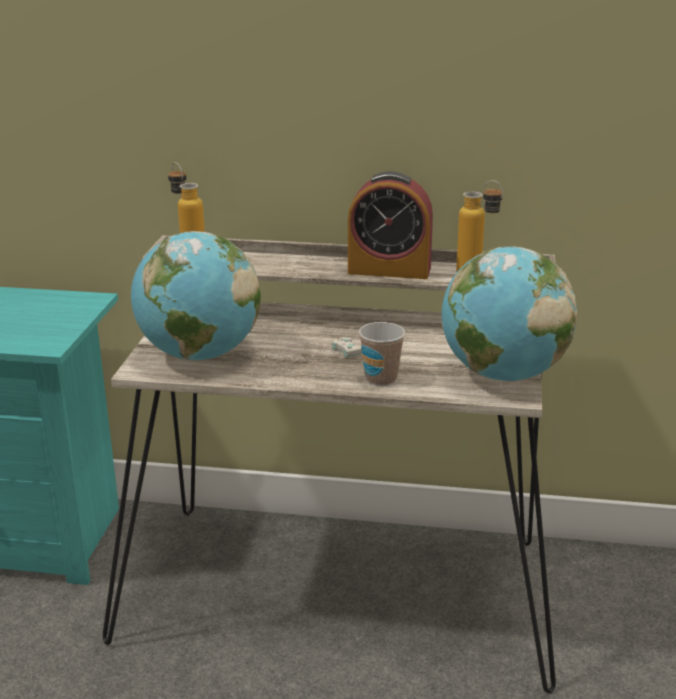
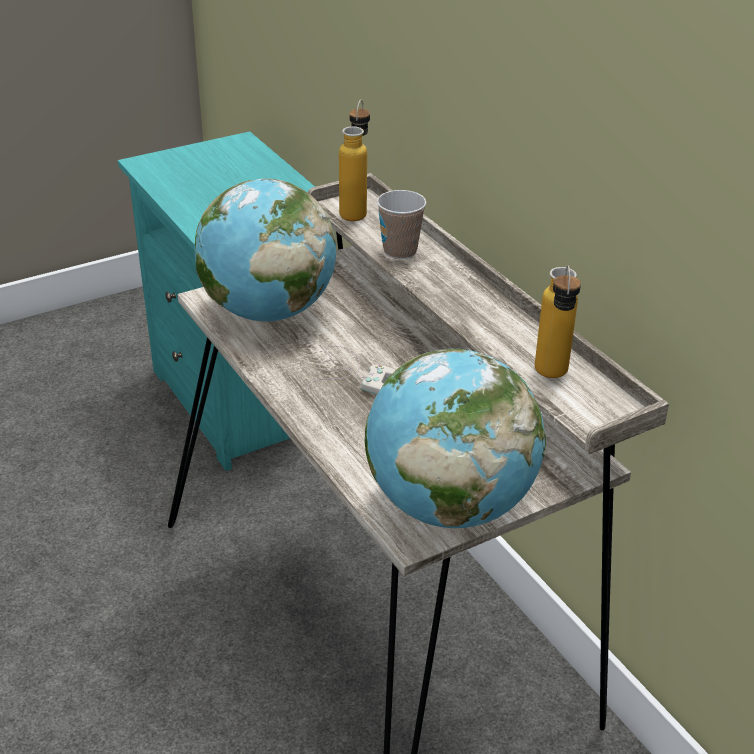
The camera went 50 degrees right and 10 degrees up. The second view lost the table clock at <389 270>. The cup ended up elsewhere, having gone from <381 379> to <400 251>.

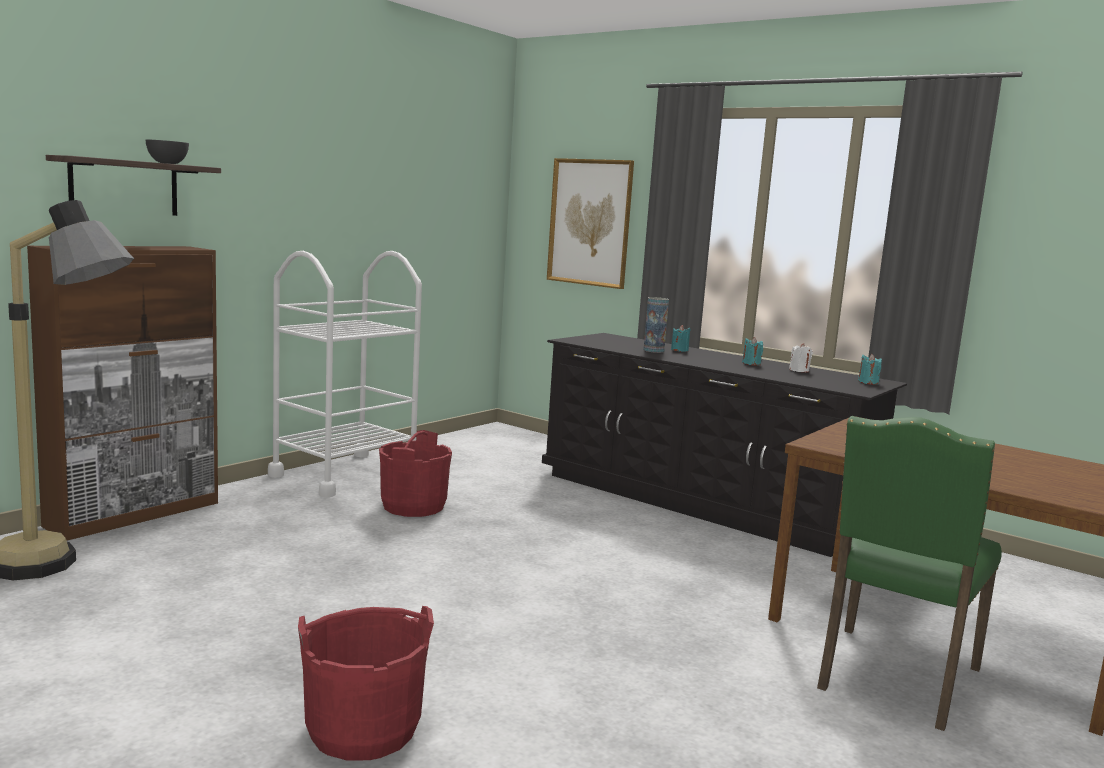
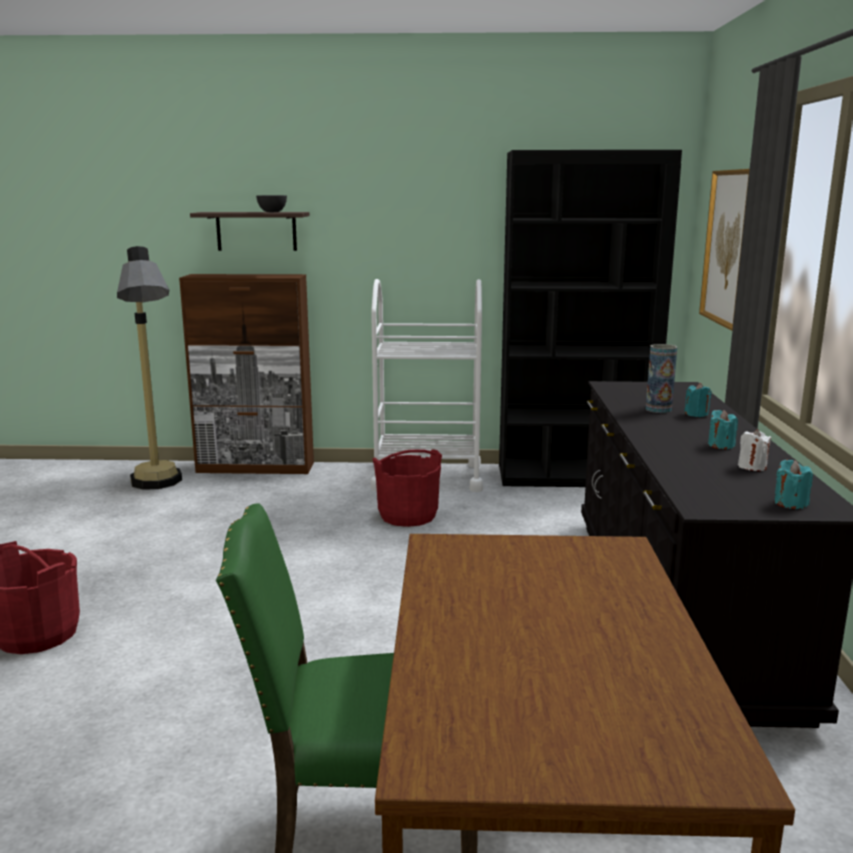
The camera went 55 degrees right and 5 degrees up. The second view gained the blackish bookcase at <574 476>.

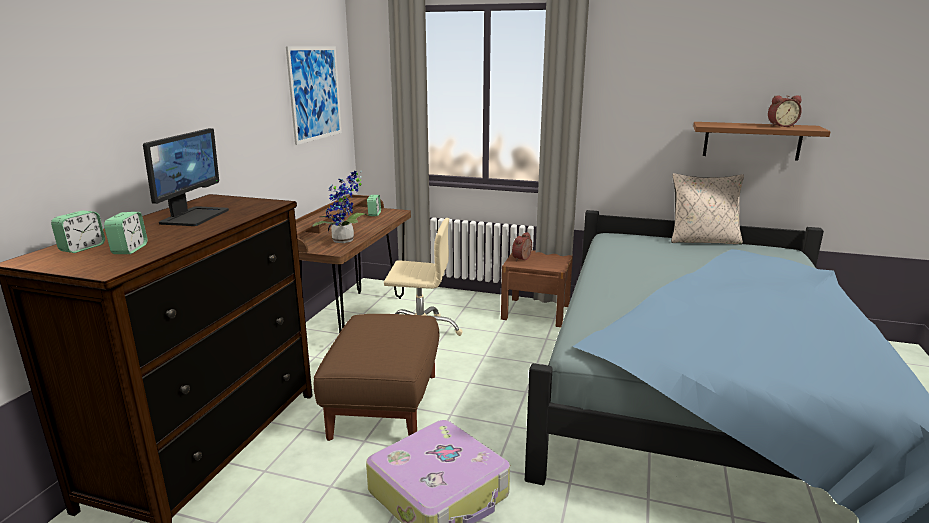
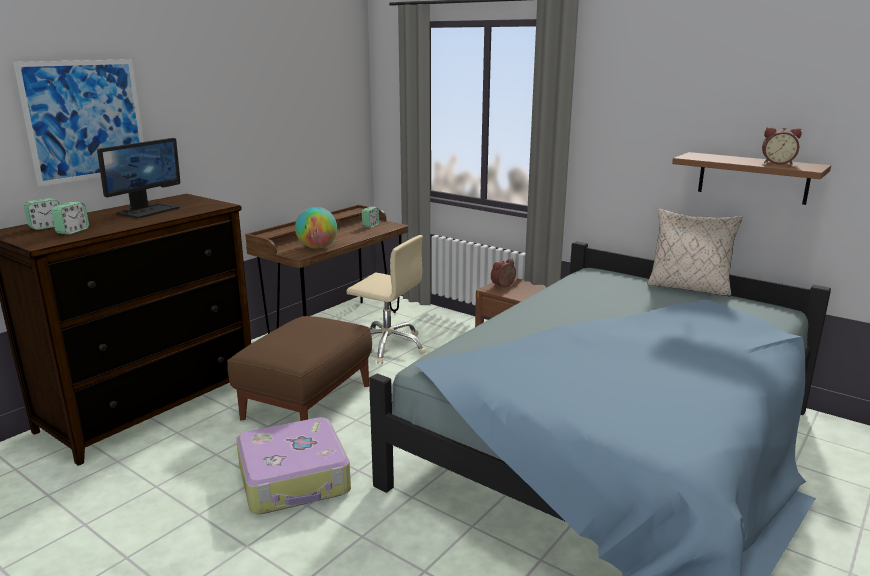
The camera went 20 degrees right and 0 degrees up. The wall picture ended up elsewhere, having gone from <315 93> to <85 120>. Where the houseplant stood at <345 241>, the world globe came to stand at <317 247>.

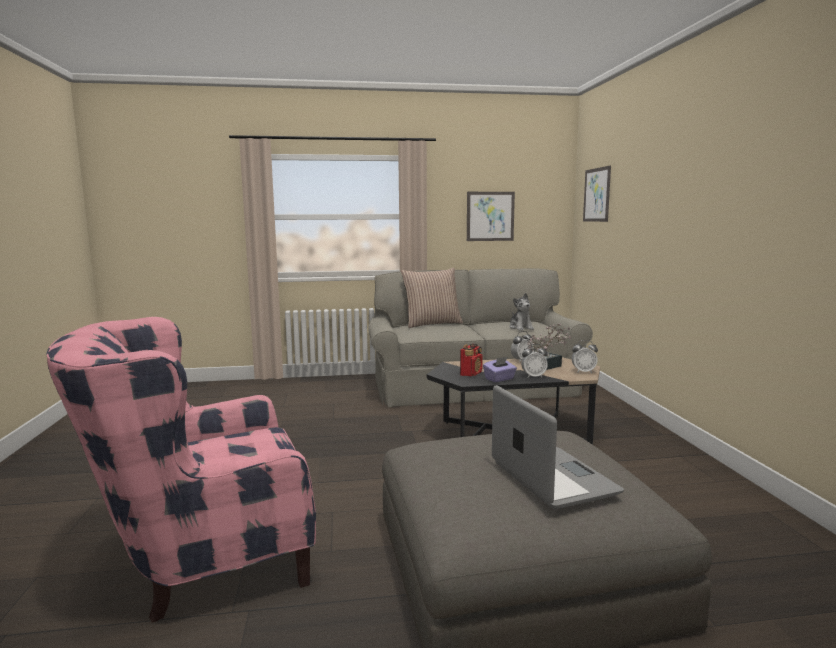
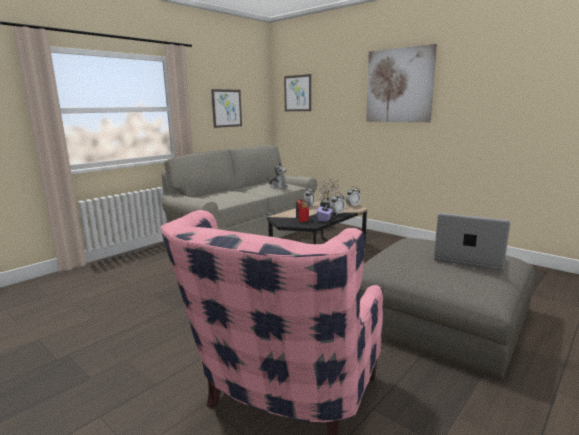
The camera went 40 degrees left and 5 degrees up. The second view lost the cushion at <432 324>. The second view gained the wall picture at <399 85>.

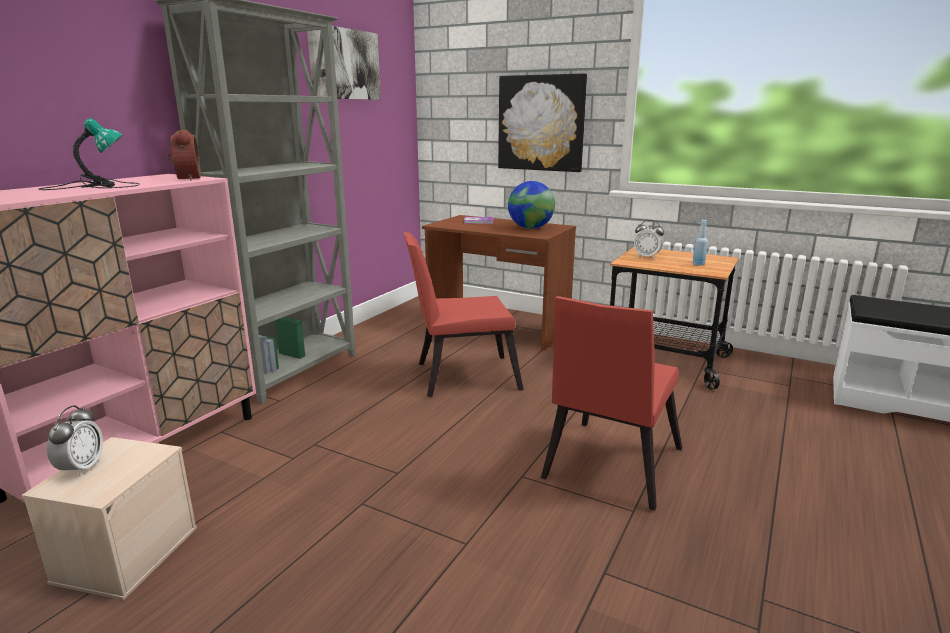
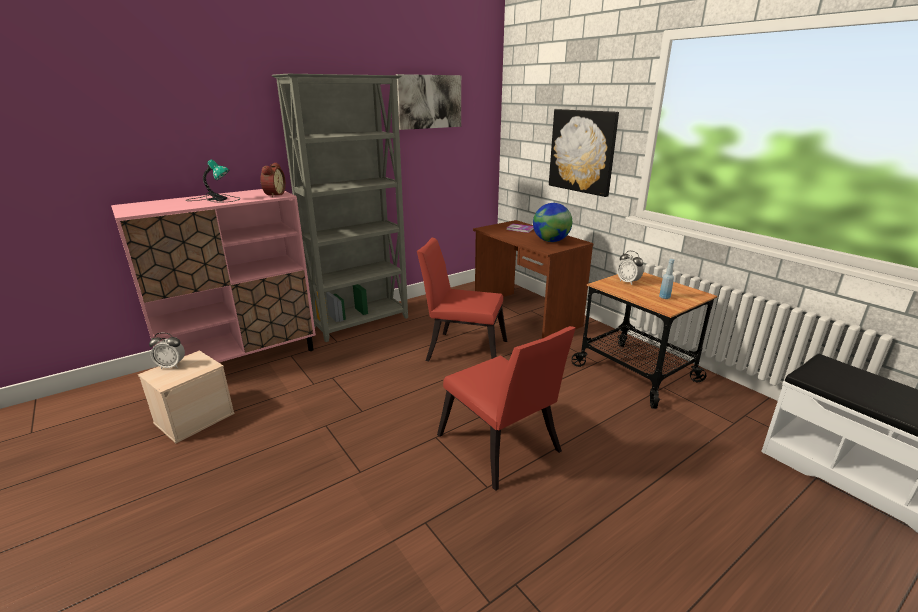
The camera went 25 degrees right and 5 degrees up. The red-coloured chair at <608 467> ended up facing another way, 90 degrees counterclockwise from before. The table clock at <81 468> ended up facing another way, 60 degrees clockwise from before.

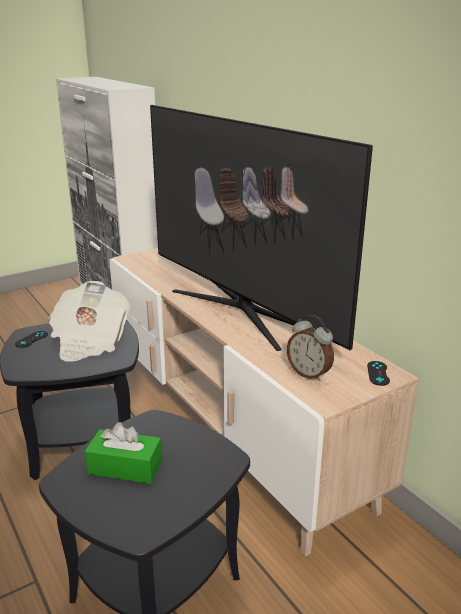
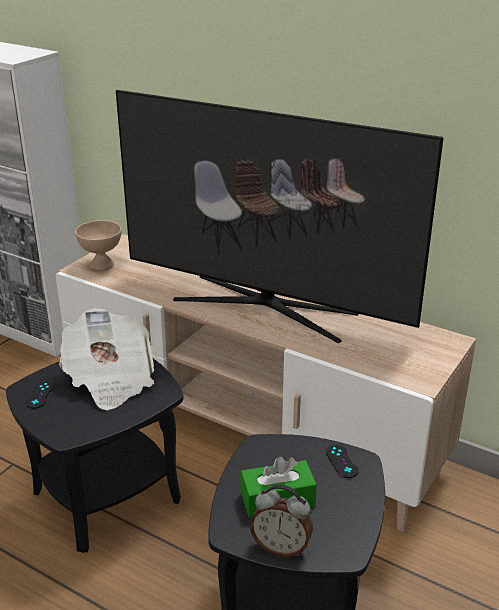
The camera went 25 degrees left and 5 degrees up. The table clock ended up elsewhere, having gone from <309 373> to <281 547>. The blackish game controller ended up elsewhere, having gone from <378 373> to <341 461>. The second view gained the beige-coloured serving bowl at <101 265>.

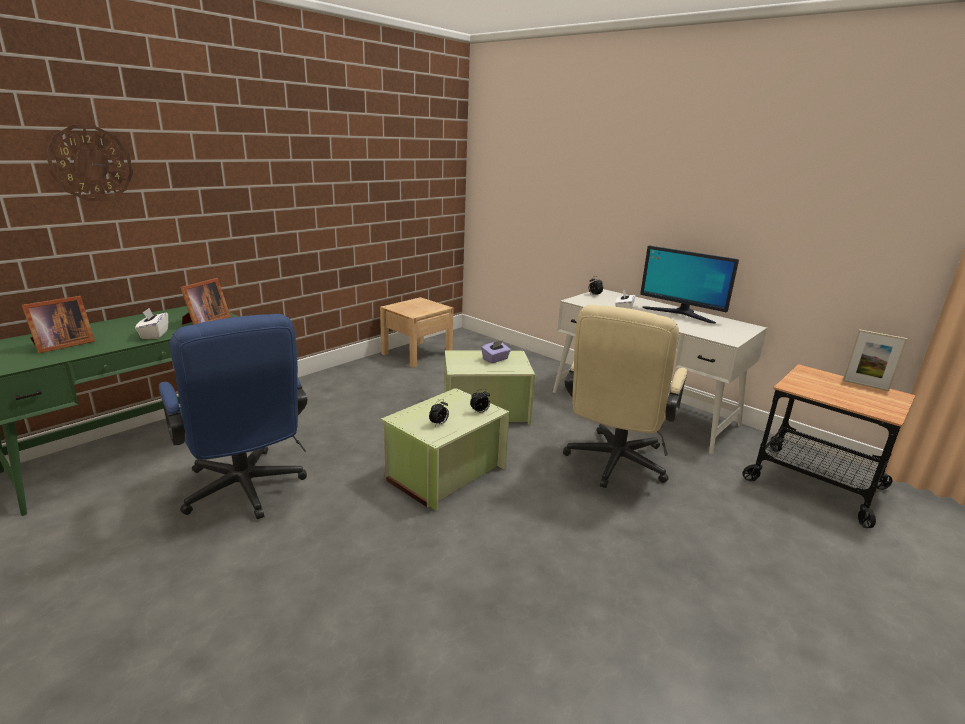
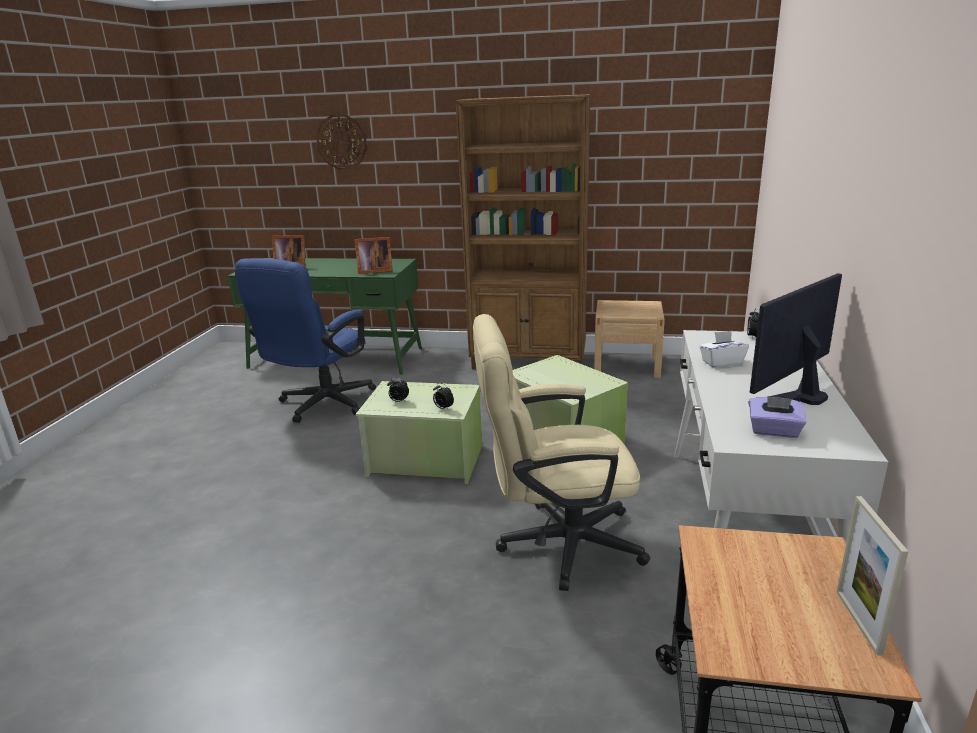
The camera went 60 degrees right and 0 degrees up. The computer display at <680 314> ended up facing another way, 45 degrees clockwise from before. The second view lost the white box of tissues at <154 334>. The purple box of tissues ended up elsewhere, having gone from <495 359> to <774 431>. The second view gained the brown bookcase at <529 361>.

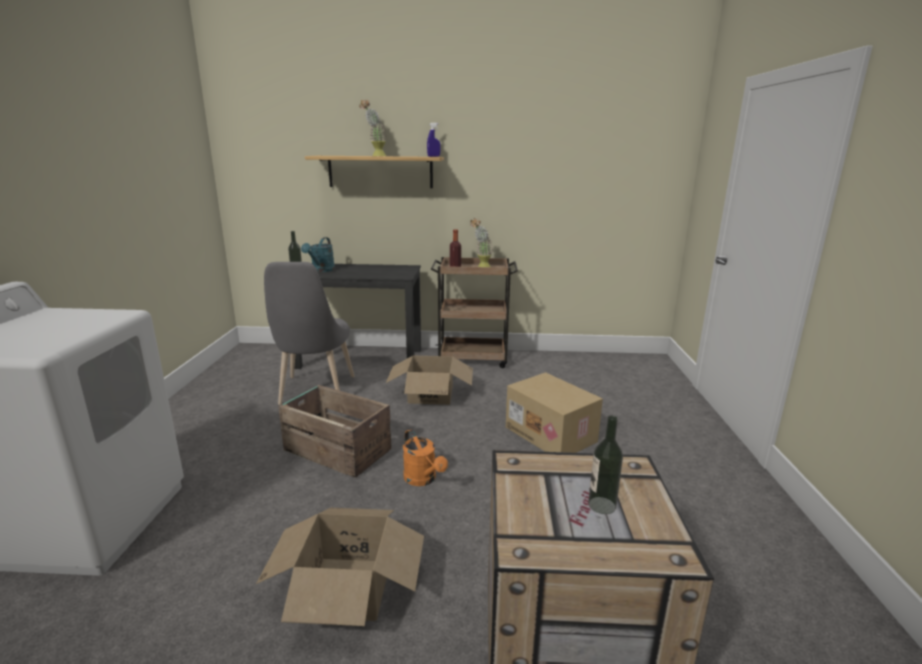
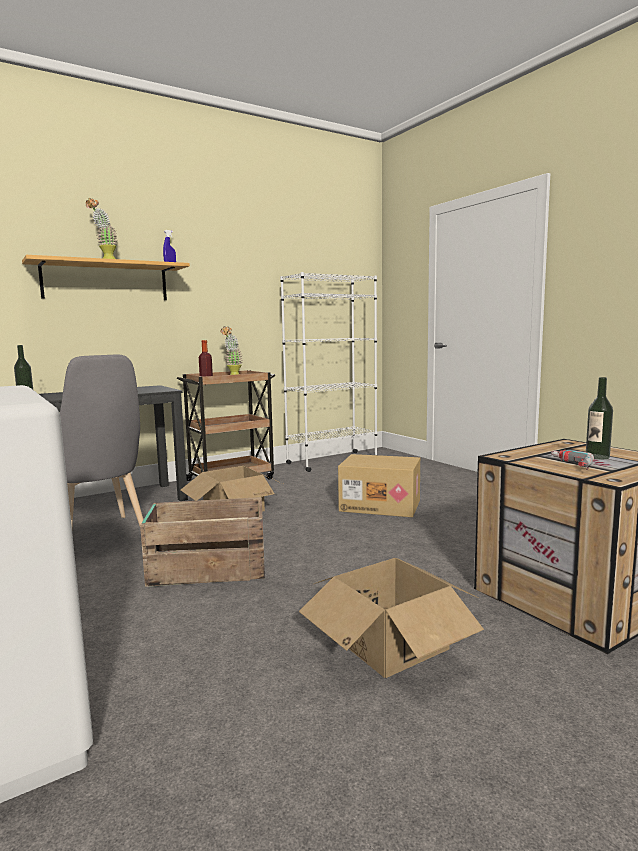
The camera went 35 degrees left and 10 degrees down. The second view lost the blue-green sprinkling can at <321 270>. The second view lost the orangey sprinkling can at <423 479>. The second view gained the white bookcase at <332 461>. The second view gained the drill at <568 465>.

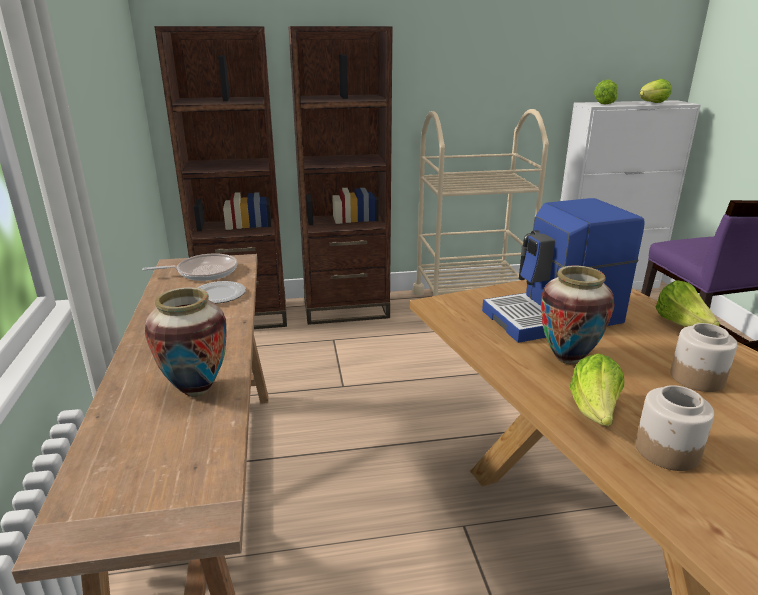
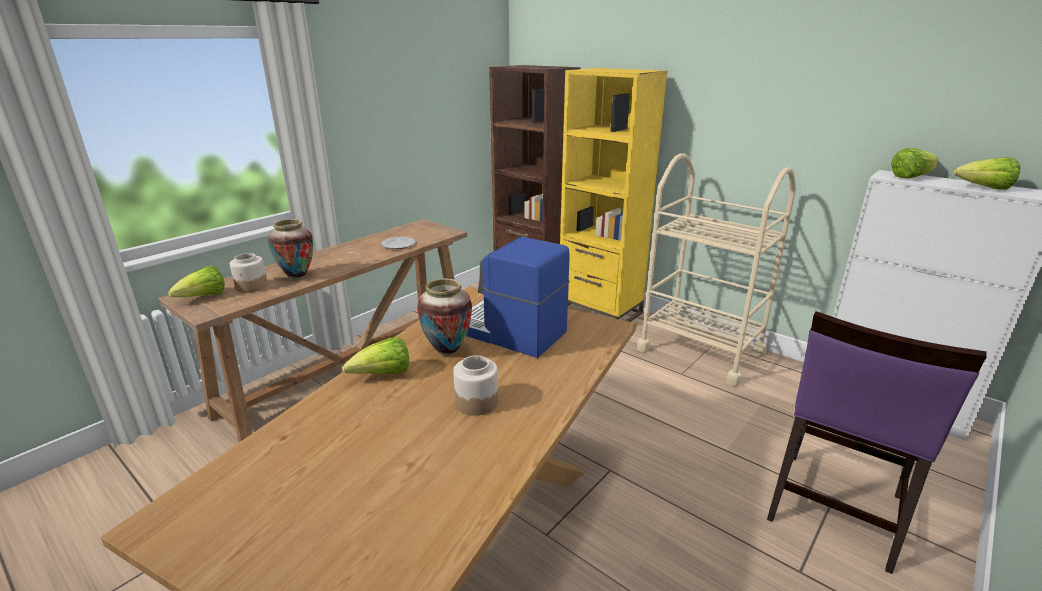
The camera went 50 degrees right and 0 degrees up. What was the brown bookcase at <346 309> turned into the yellowish bookcase at <599 311>. The second view lost the skillet at <203 272>. The lettuce ended up elsewhere, having gone from <682 325> to <204 297>. The preserve jar ended up elsewhere, having gone from <668 451> to <252 287>.

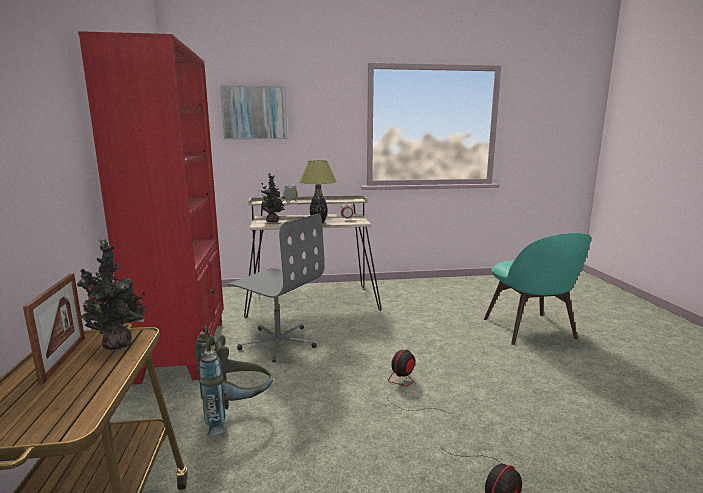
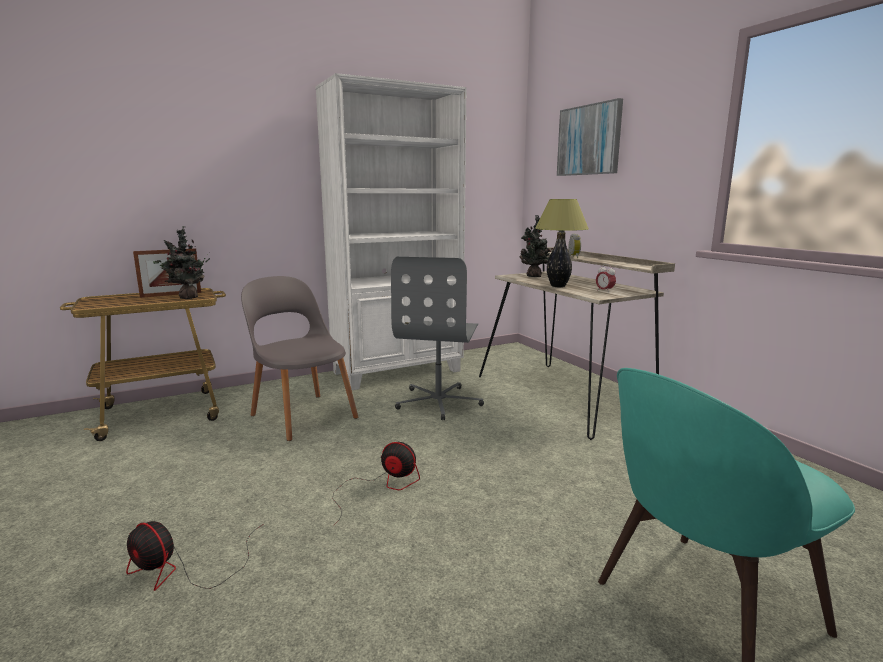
The camera went 70 degrees right and 0 degrees up. What was the red-coloured bookcase at <184 348> turned into the white bookcase at <398 372>. Where the greyish rucksack stood at <236 414>, the greyish chair came to stand at <302 415>.

